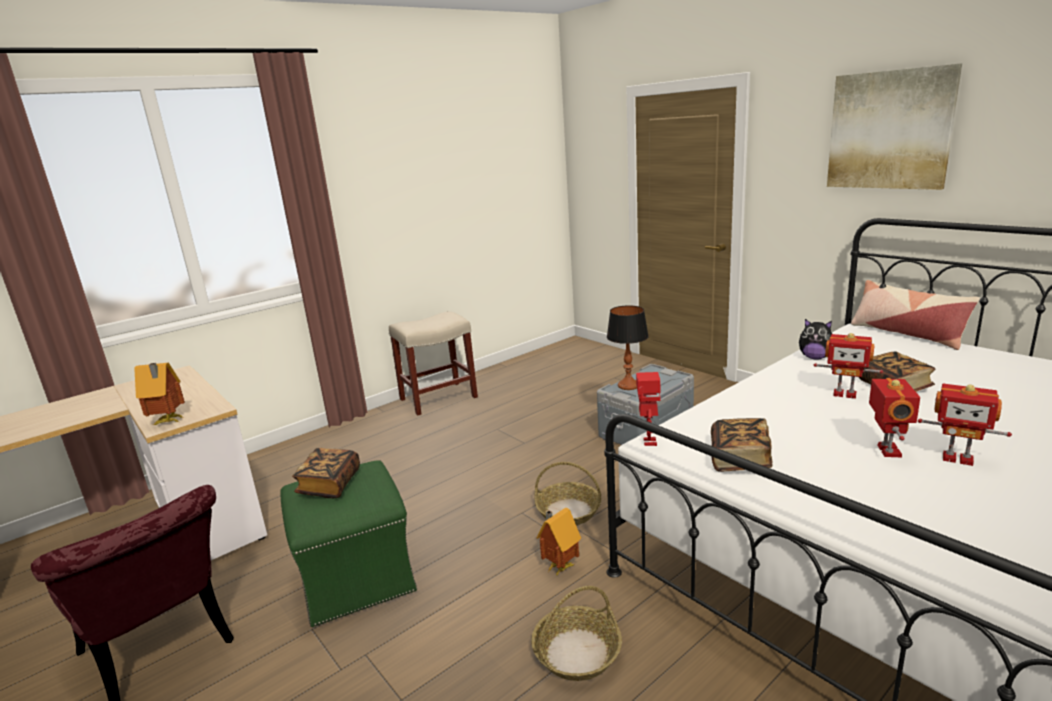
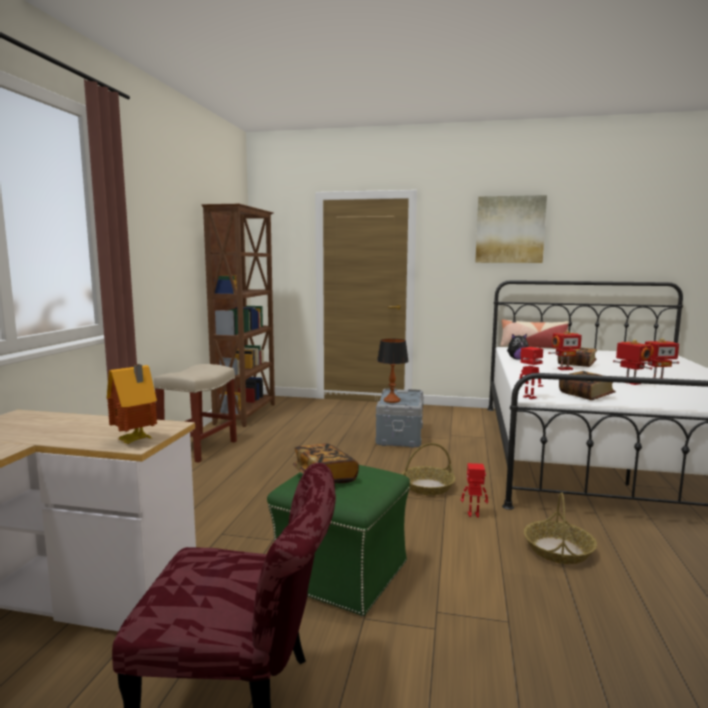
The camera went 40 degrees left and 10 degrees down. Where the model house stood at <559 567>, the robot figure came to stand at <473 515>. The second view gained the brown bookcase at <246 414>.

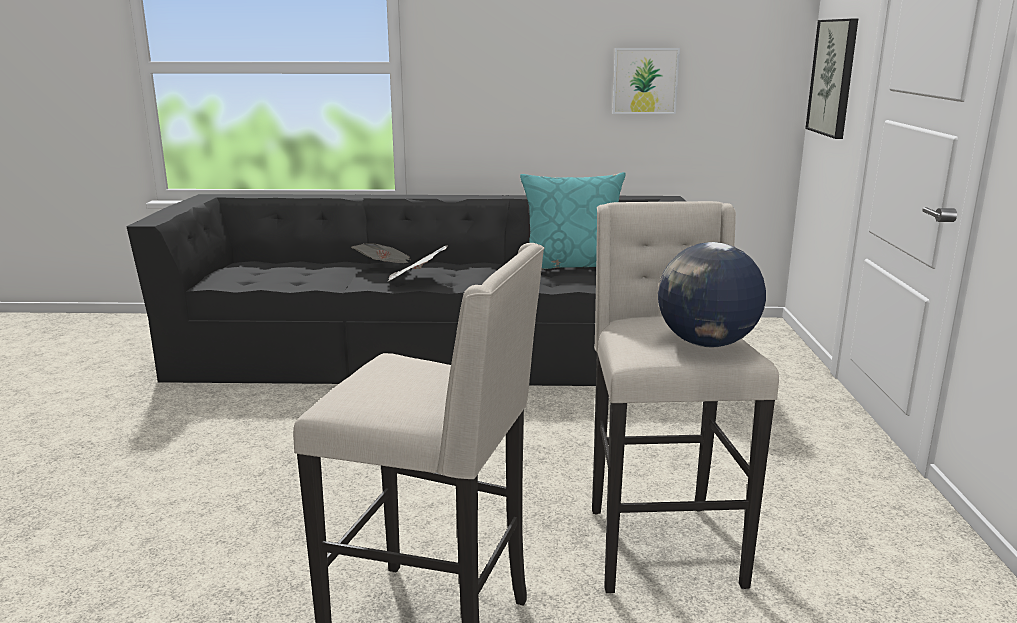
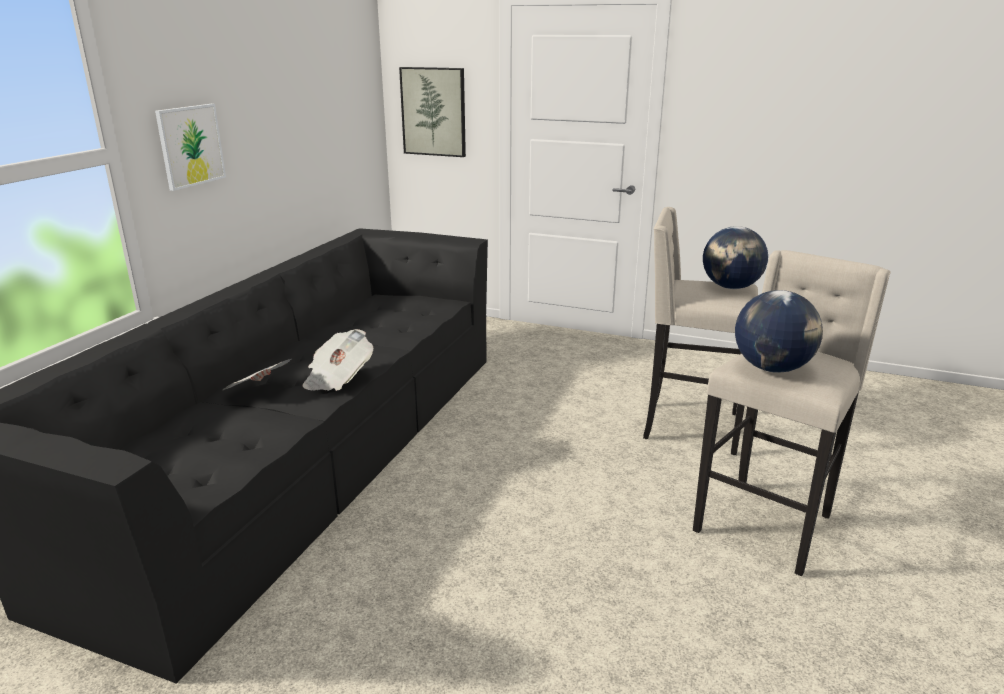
The camera went 70 degrees left and 5 degrees up. The wall picture ended up elsewhere, having gone from <645 81> to <190 146>. The second view lost the blue-green cushion at <573 266>. The second view gained the world globe at <771 368>.

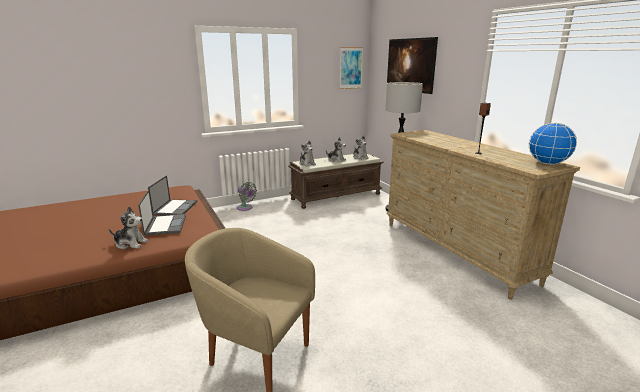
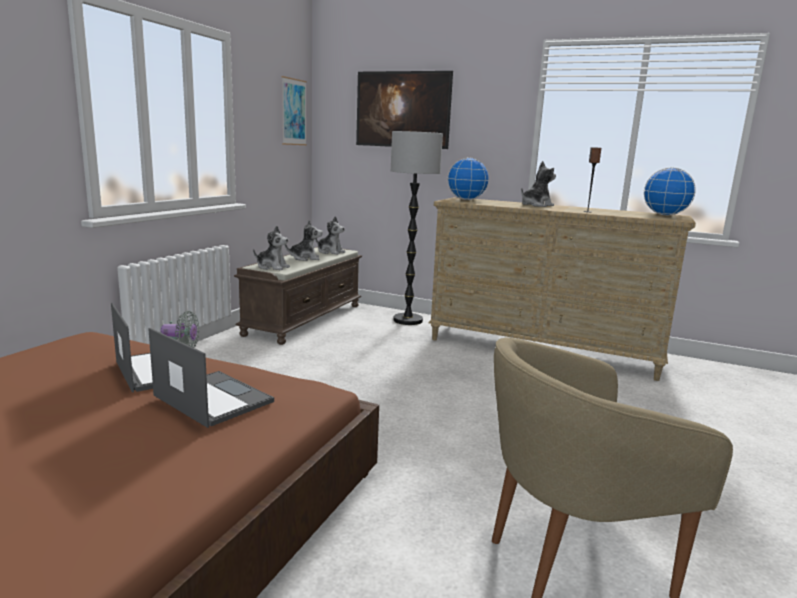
The camera went 40 degrees left and 5 degrees down. The plush toy ended up elsewhere, having gone from <130 243> to <536 205>. The second view gained the world globe at <466 200>.

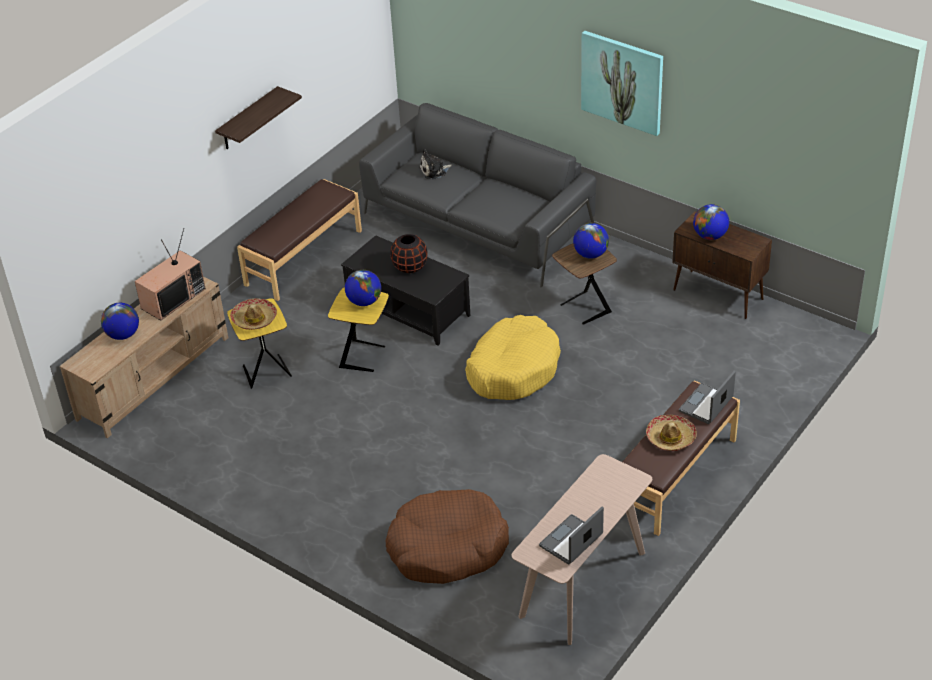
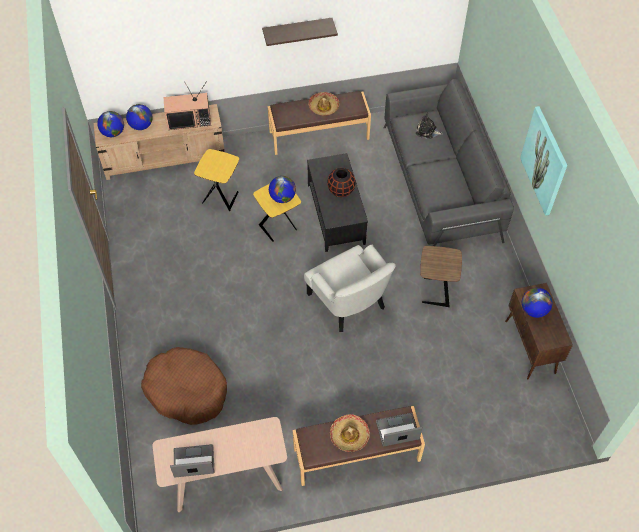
The camera went 40 degrees right and 15 degrees up. The world globe ended up elsewhere, having gone from <590 254> to <113 133>. The clothing hat ended up elsewhere, having gone from <254 319> to <323 107>. Where the yellowish dog cushion stood at <513 369>, the white lounge chair came to stand at <348 301>.

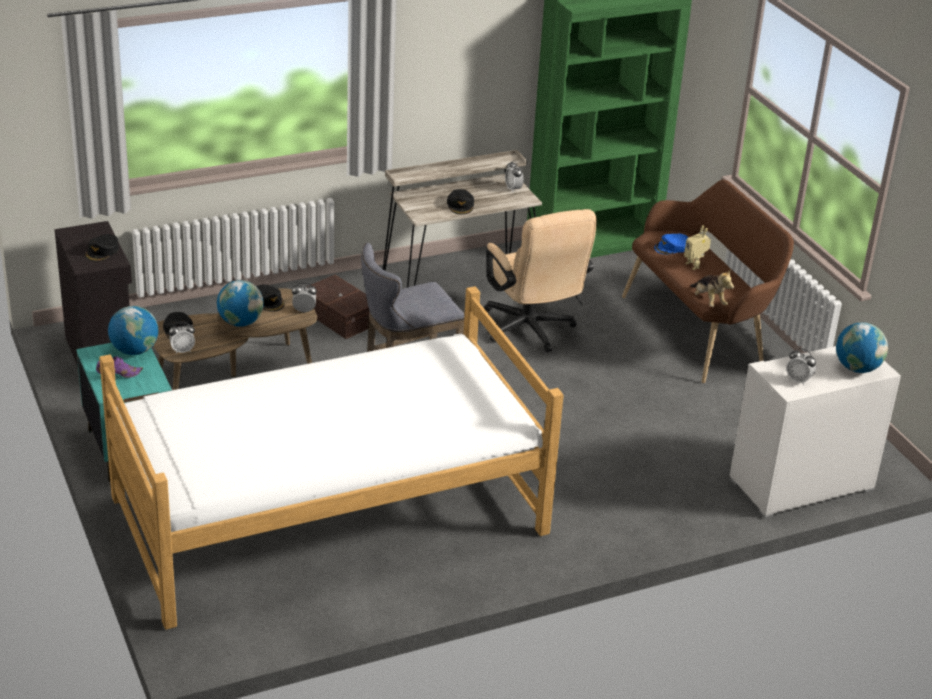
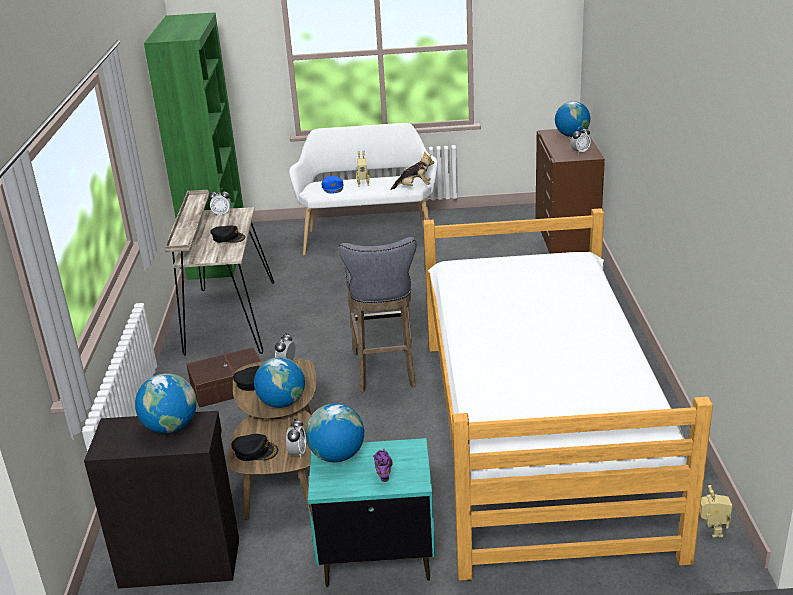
The camera went 65 degrees left and 5 degrees down. What was the brown long seat at <699 331> turned into the white long seat at <368 236>. The second view lost the beige-coloured computer chair at <531 331>. Where the blackish baseball cap stood at <102 251>, the world globe came to stand at <171 427>. What was the white drawer chest at <802 485> turned into the brown drawer chest at <567 237>. The second view gained the robot figure at <711 531>.

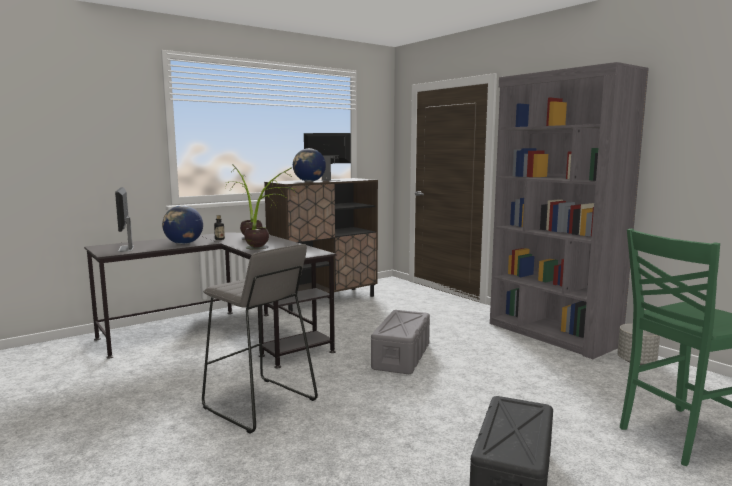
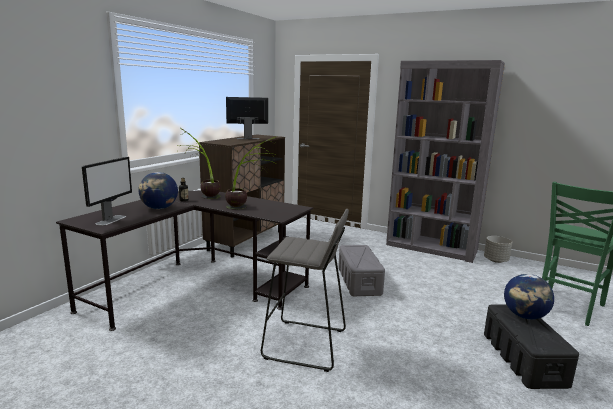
The camera went 25 degrees left and 5 degrees up. The world globe ended up elsewhere, having gone from <309 181> to <525 316>. The computer display at <126 248> ended up facing another way, 120 degrees counterclockwise from before.

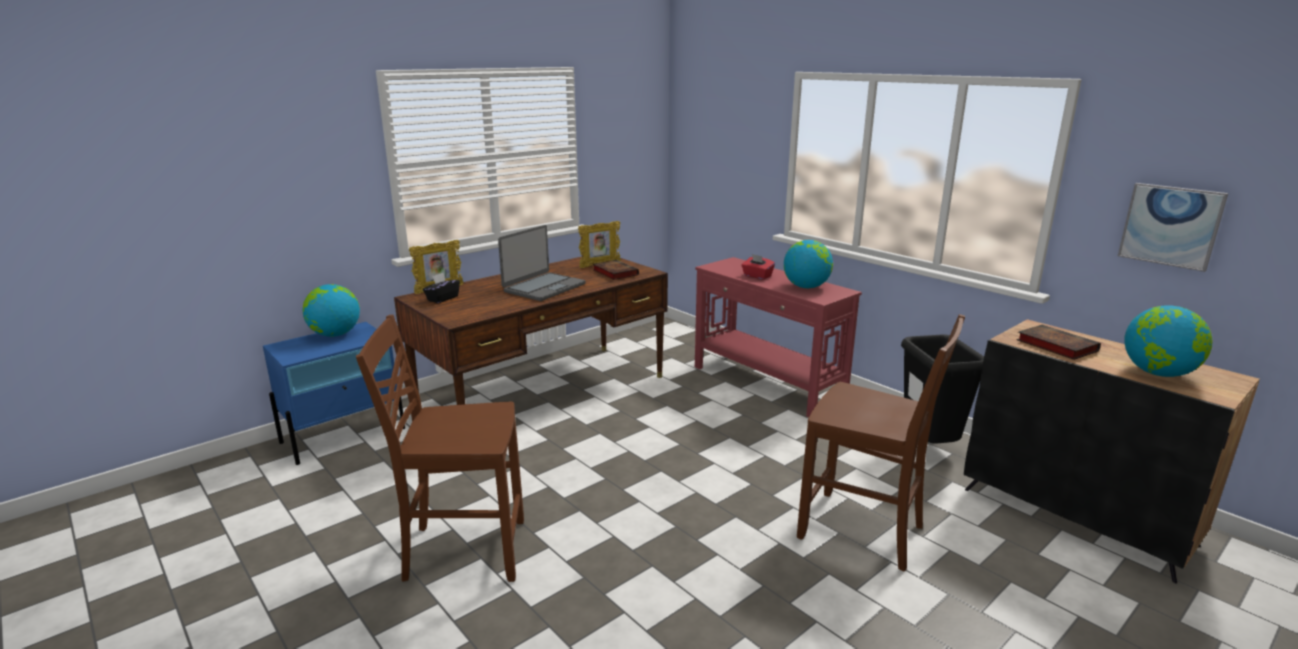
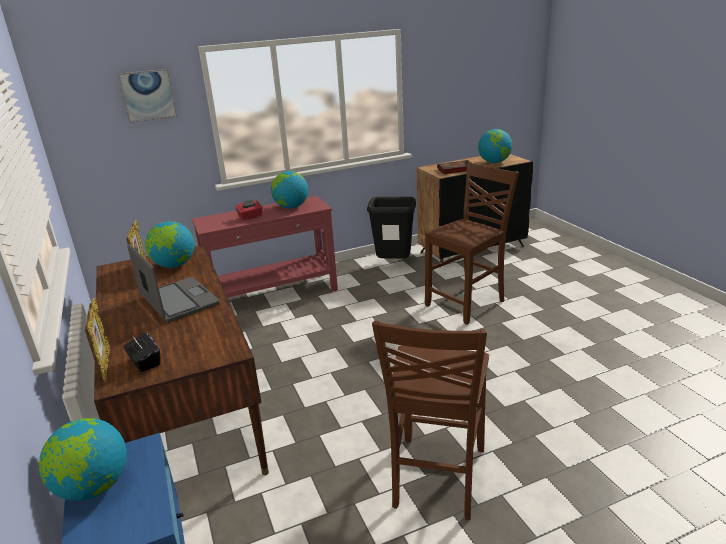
The camera went 70 degrees left and 5 degrees up. The wall picture ended up elsewhere, having gone from <1170 226> to <148 95>. Where the book stood at <614 272>, the world globe came to stand at <174 265>.

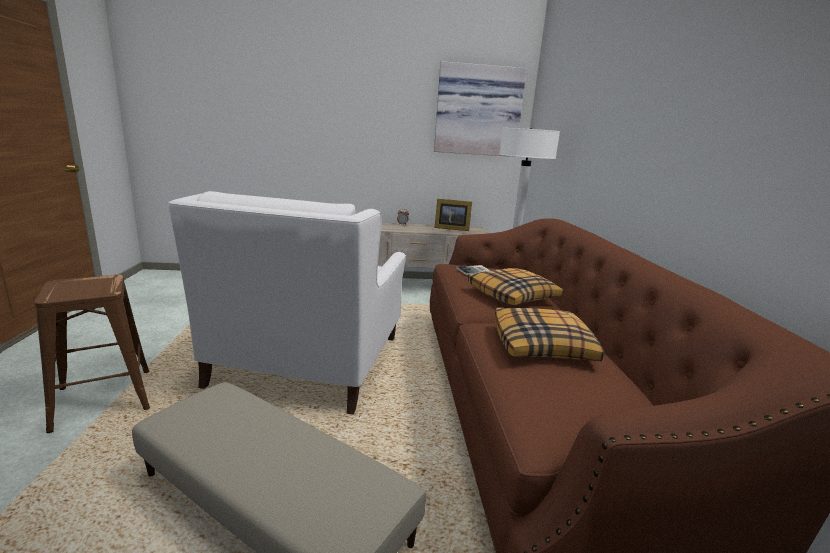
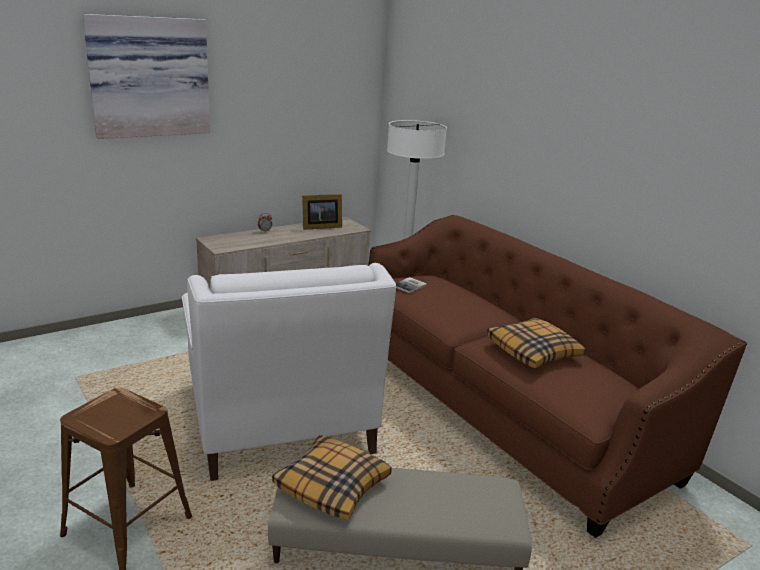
The camera went 30 degrees left and 5 degrees up. The wall picture ended up elsewhere, having gone from <478 111> to <149 77>. The cushion ended up elsewhere, having gone from <513 296> to <332 485>.

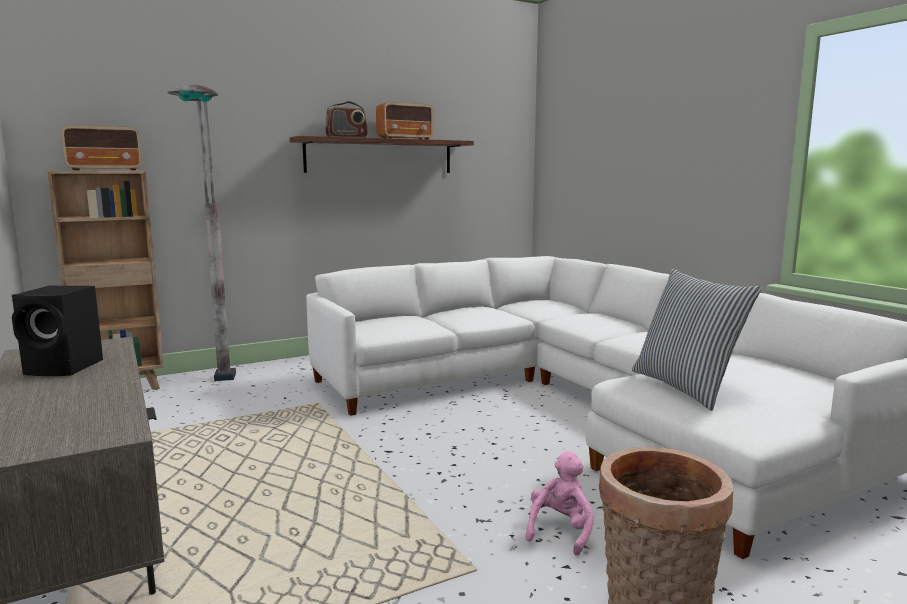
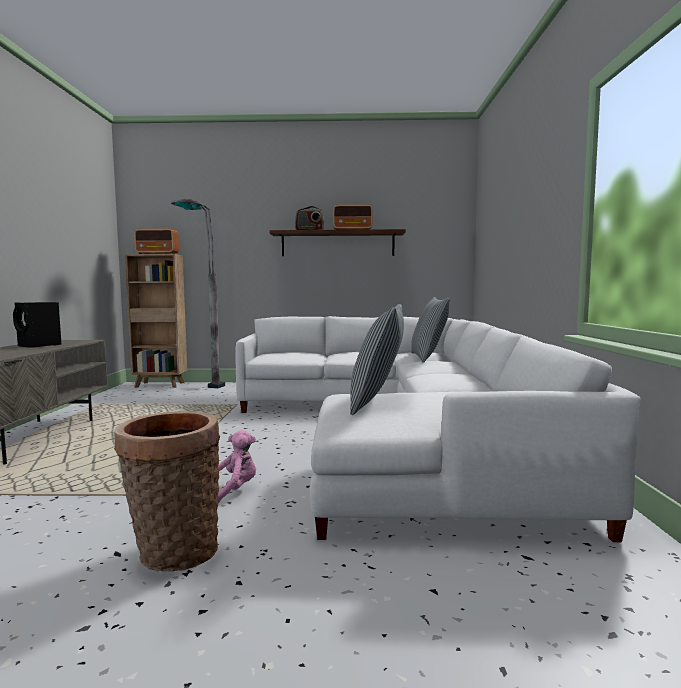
The camera went 30 degrees right and 5 degrees down. The second view gained the cushion at <428 358>.

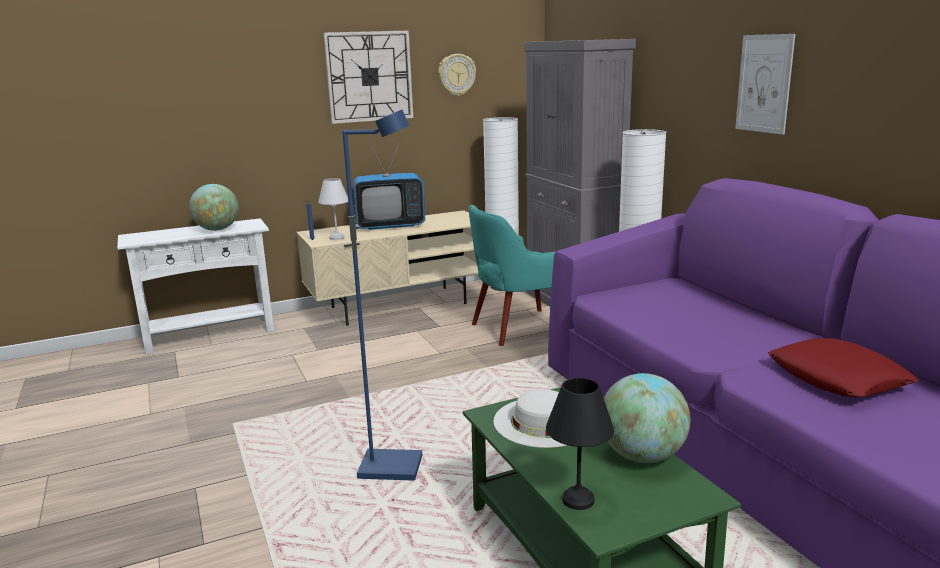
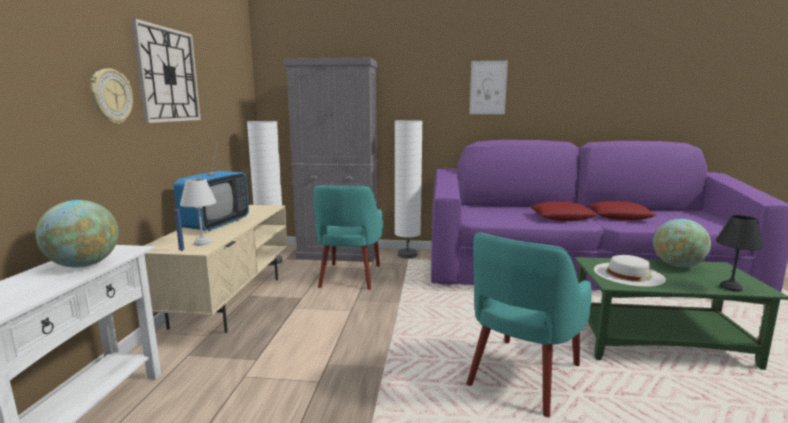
The camera went 60 degrees left and 5 degrees down. The clock on the wall ended up elsewhere, having gone from <456 75> to <111 96>. Where the blue standard lamp stood at <392 467>, the blue-green lounge chair came to stand at <522 377>. The second view gained the red-coloured cushion at <562 217>.

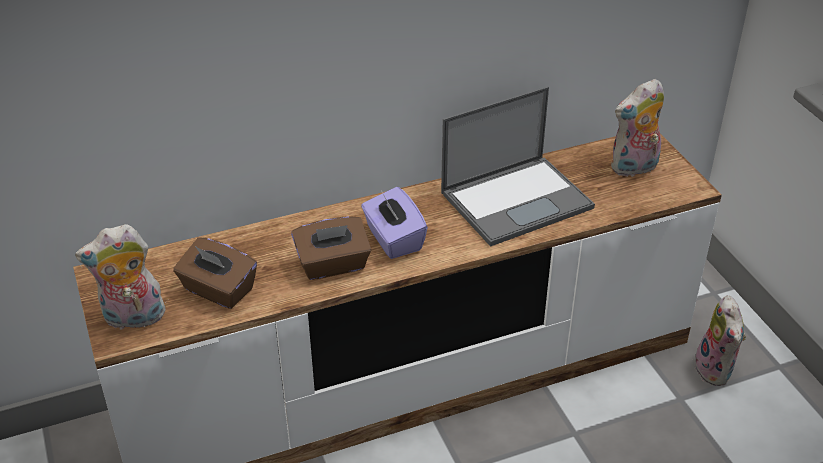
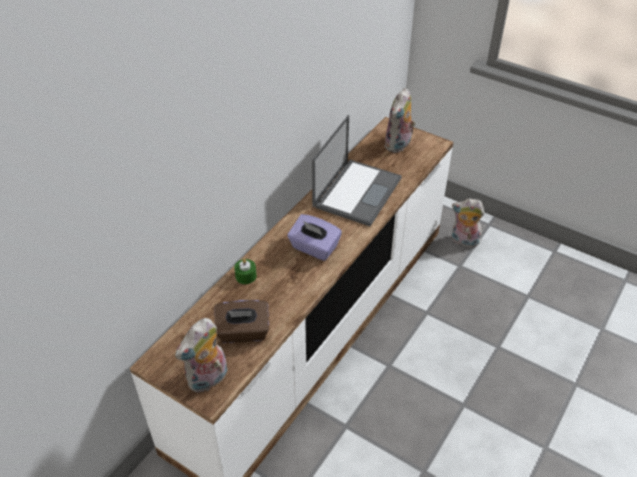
The camera went 35 degrees left and 5 degrees up. The second view lost the brown box of tissues at <333 265>. The plush toy at <716 370> ended up facing another way, 150 degrees clockwise from before. The second view gained the green candle at <246 276>.

